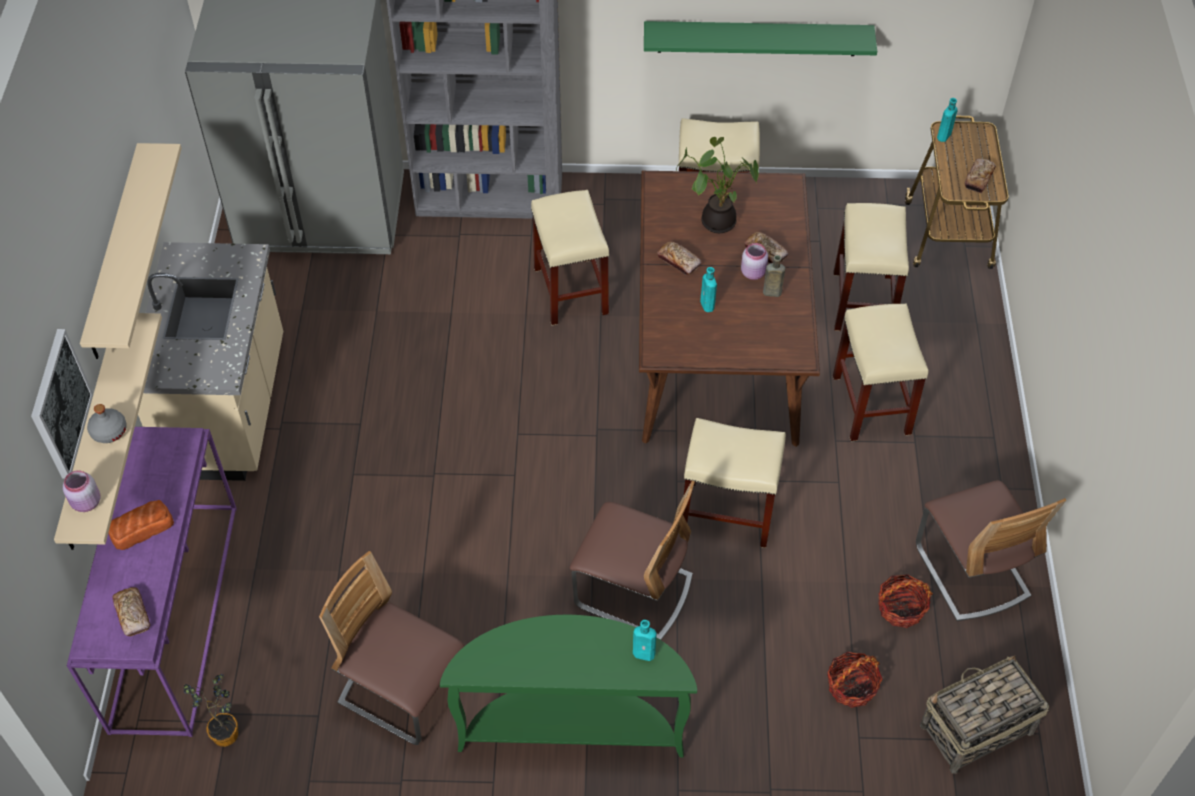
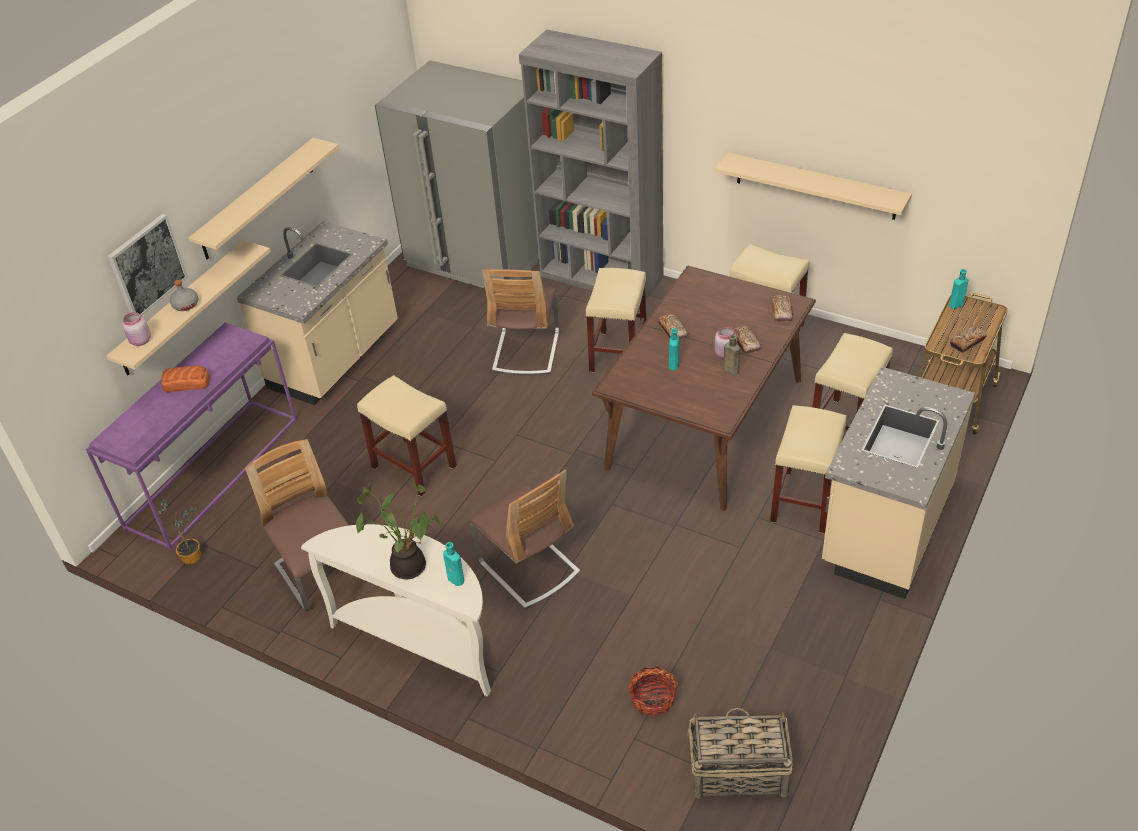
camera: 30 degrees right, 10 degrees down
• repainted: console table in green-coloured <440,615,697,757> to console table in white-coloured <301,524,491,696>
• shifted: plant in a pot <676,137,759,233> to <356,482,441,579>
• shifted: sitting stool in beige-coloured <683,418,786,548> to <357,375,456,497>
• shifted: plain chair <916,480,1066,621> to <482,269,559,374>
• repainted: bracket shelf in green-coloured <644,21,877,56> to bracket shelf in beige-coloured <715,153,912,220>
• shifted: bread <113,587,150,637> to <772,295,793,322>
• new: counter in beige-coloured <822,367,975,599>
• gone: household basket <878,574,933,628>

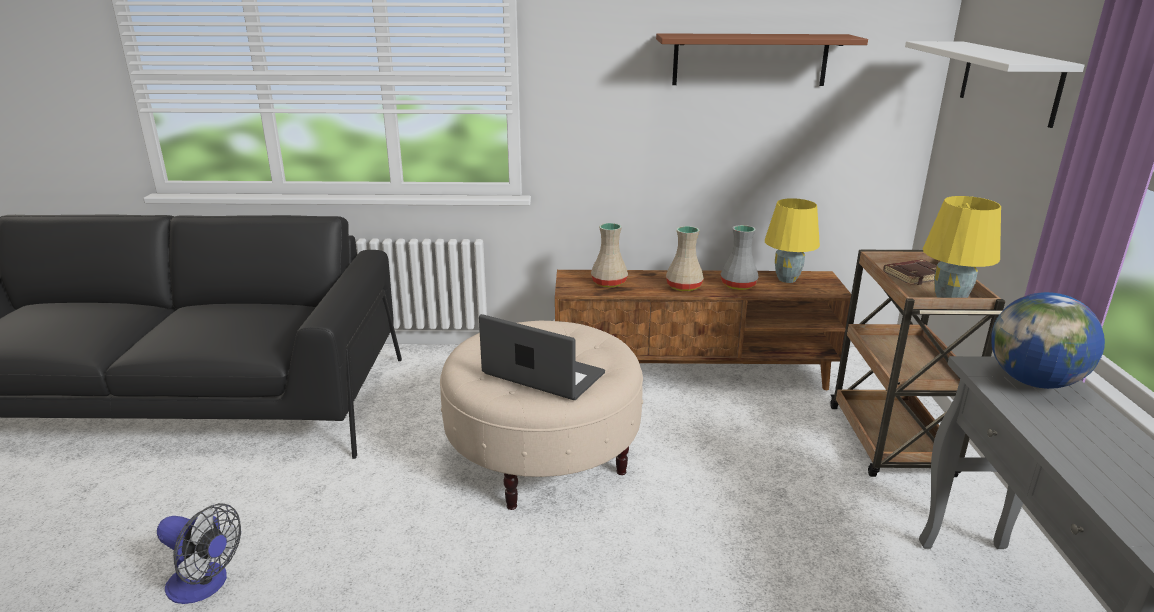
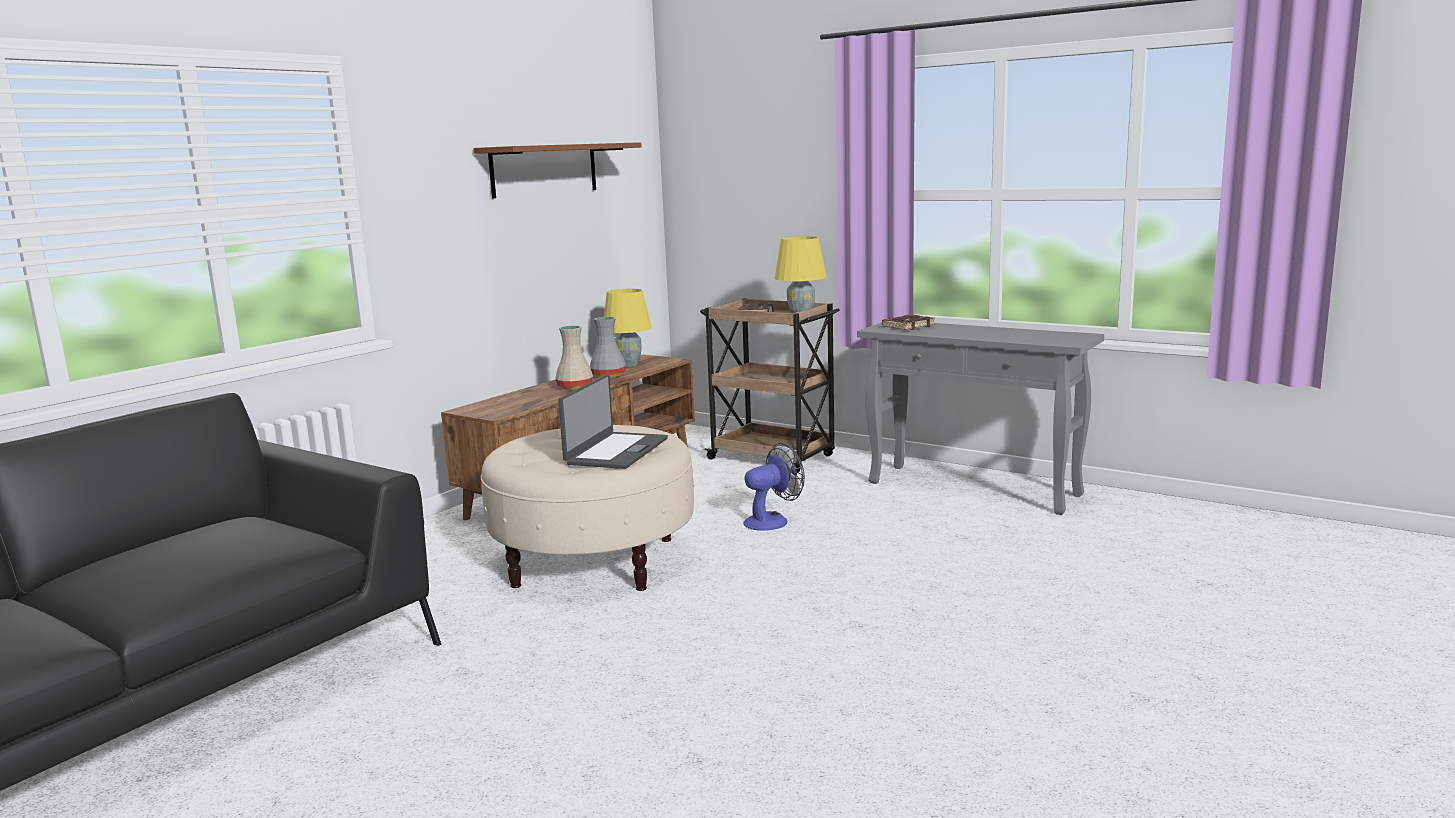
camera: 55 degrees left, 10 degrees down
• rotated: laptop <479,314,605,400> = <558,374,668,469> 135 degrees clockwise
• shifted: electric fan <157,503,241,604> to <743,443,805,531>
• swapped: world globe <992,292,1105,389> to volume in brownish <882,315,935,330>
• gone: flower vase in beige-coloured <591,223,628,288>
• gone: bracket shelf in white-coloured <905,41,1085,128>

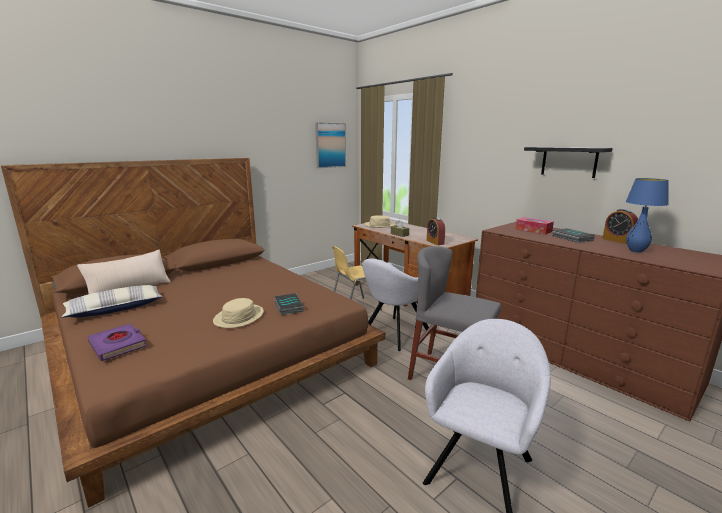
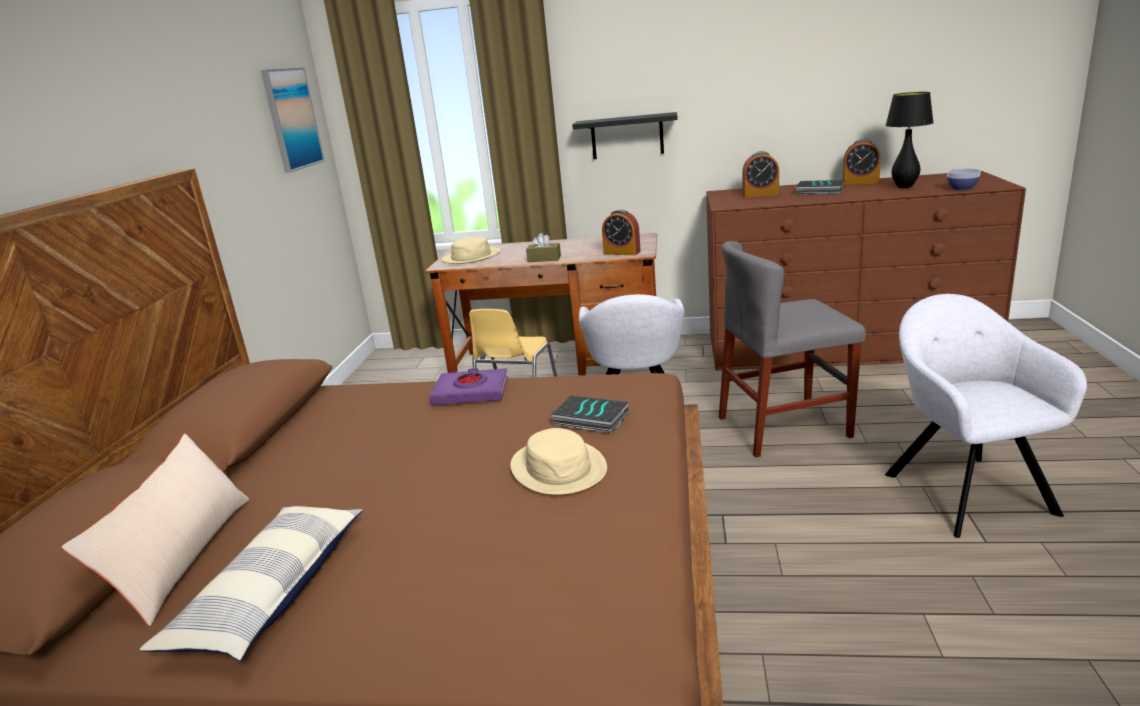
camera: 40 degrees left, 5 degrees up
• shifted: volume in purplish <87,324,147,361> to <429,368,508,405>
• shifted: bracket shelf in black <524,147,613,178> to <572,112,677,159>
• swapped: tissue holder <516,217,554,235> to bedside clock <742,151,779,198>
• repainted: lamp for a table in blue <626,178,669,253> to lamp for a table in black <885,92,934,188>
• new: serving bowl <947,168,981,191>

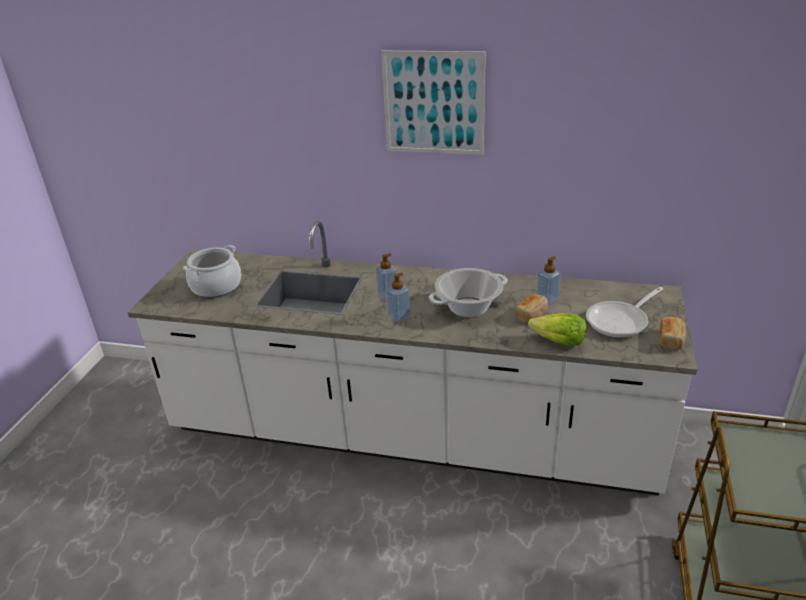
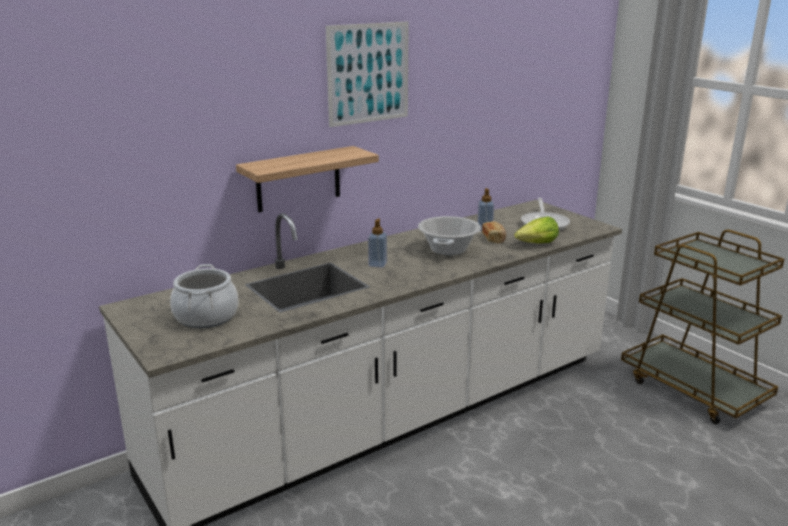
camera: 50 degrees left, 10 degrees down
• new: bracket shelf <236,146,379,212>
• gone: soap bottle <387,272,410,322>
• gone: bread <660,317,686,350>

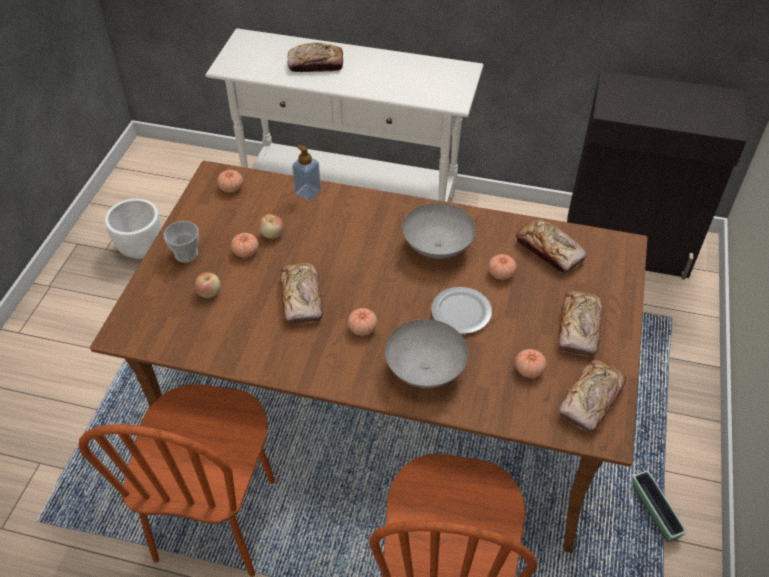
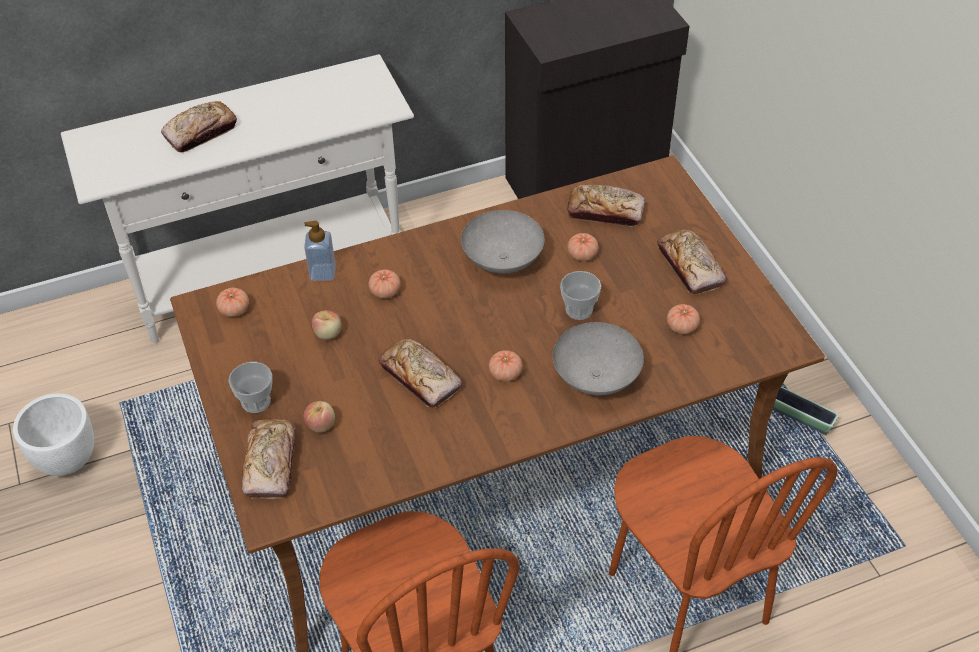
camera: 35 degrees left, 0 degrees up
• shifted: bread <559,359,627,432> to <242,419,296,499>
• shifted: whole tomato <231,233,259,258> to <368,269,401,298>
• swapped: plate <431,287,492,334> to cup <560,271,601,320>

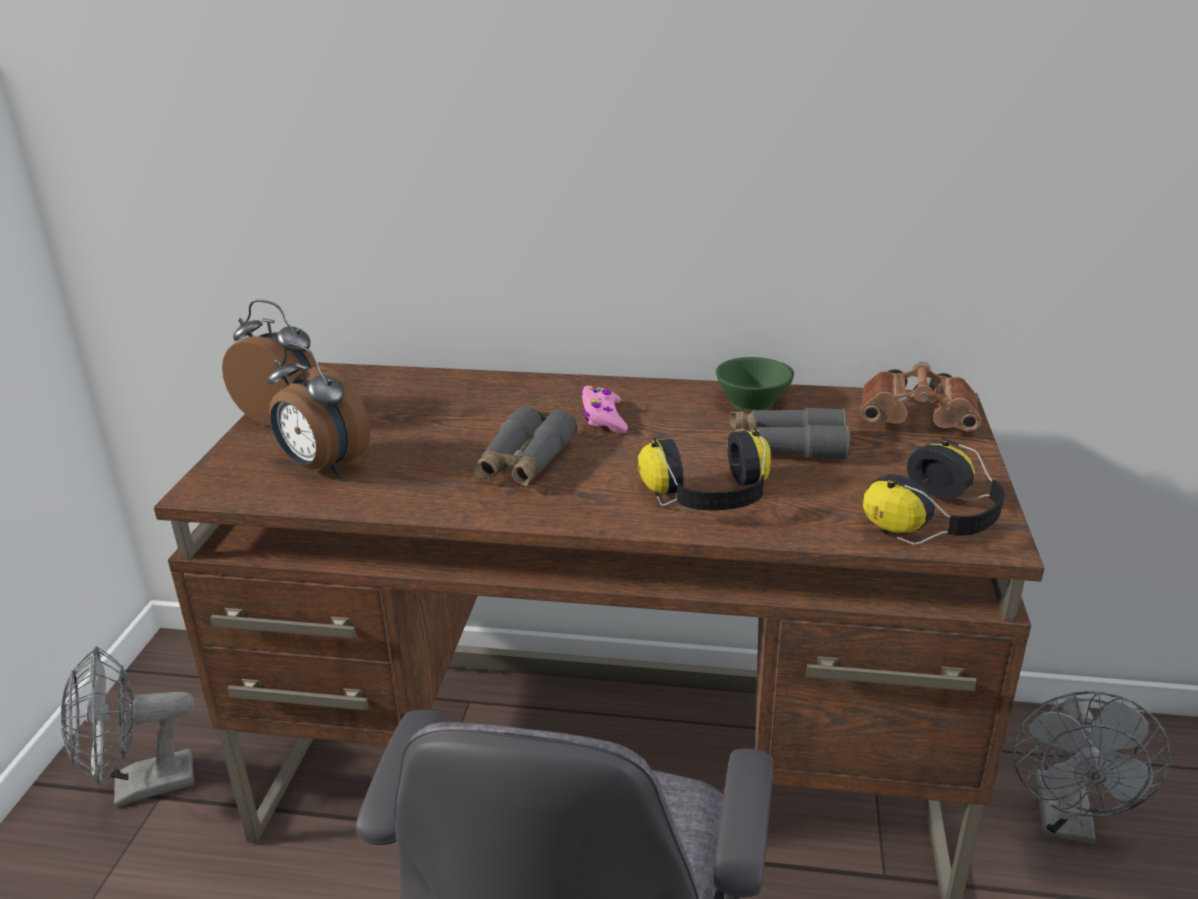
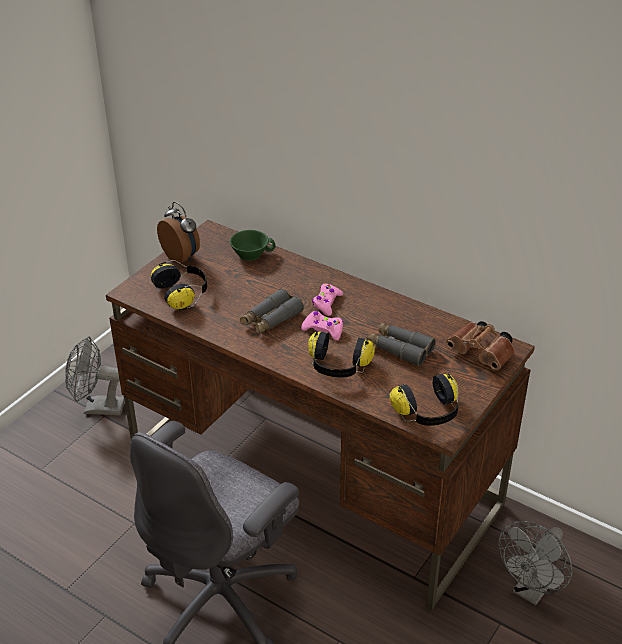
camera: 25 degrees right, 10 degrees up
• swapped: bedside clock <267,343,370,476> to headphones <151,260,207,311>
• shifted: cup in green-coloured <716,357,794,412> to <230,230,275,261>
• new: gamepad in pink <301,311,343,341>

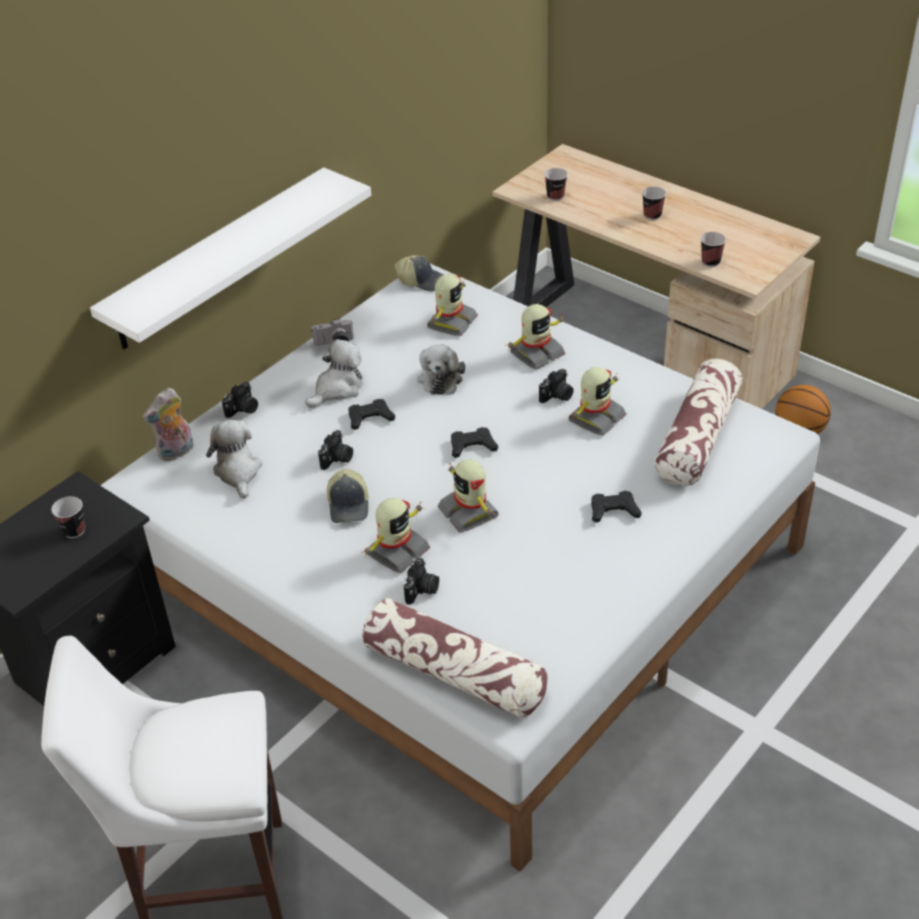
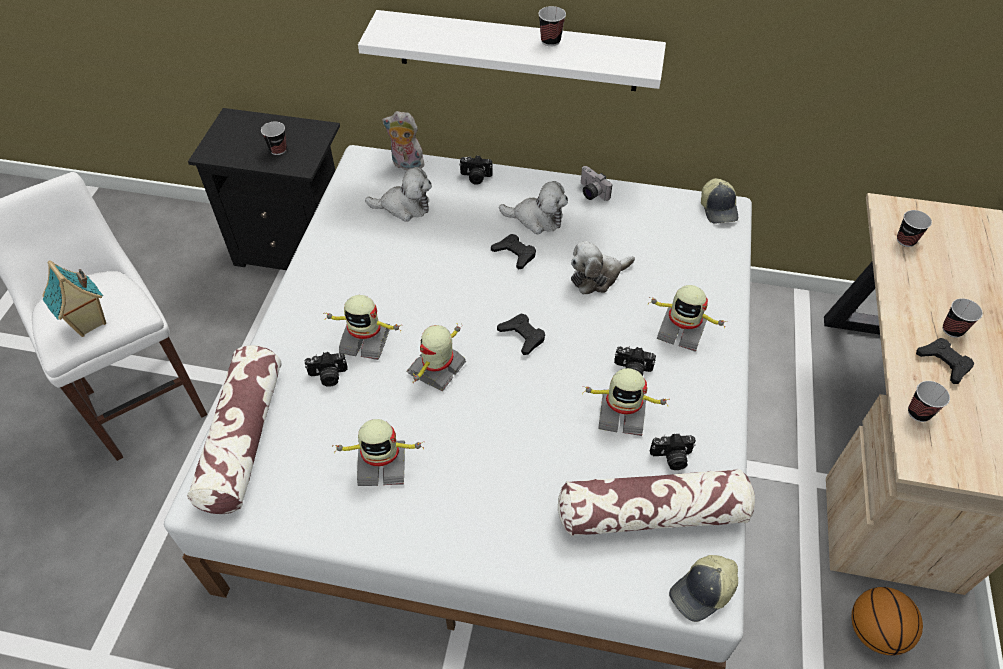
camera: 60 degrees right, 10 degrees up
• new: toy house <42,260,106,337>
• shifted: toy robot <427,274,478,336> to <333,419,424,486>
• rotated: soft toy <206,420,262,499> = <365,167,432,222> 45 degrees clockwise
• new: cup <538,6,566,46>
• shifted: photo camera <318,430,353,470> to <650,433,696,470>
• shifted: cap <327,469,369,523> to <669,555,738,622>
• shifted: gamepad in black <591,491,642,523> to <916,338,974,384>

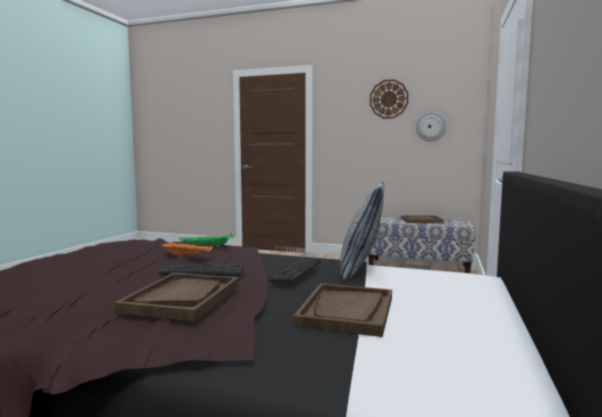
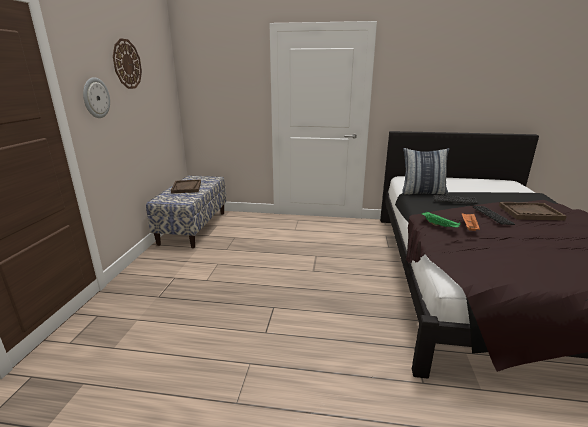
camera: 100 degrees left, 15 degrees up
• shifted: wall clock <416,112,446,141> to <83,77,110,118>
• gone: serving tray in brownish <293,283,392,337>

